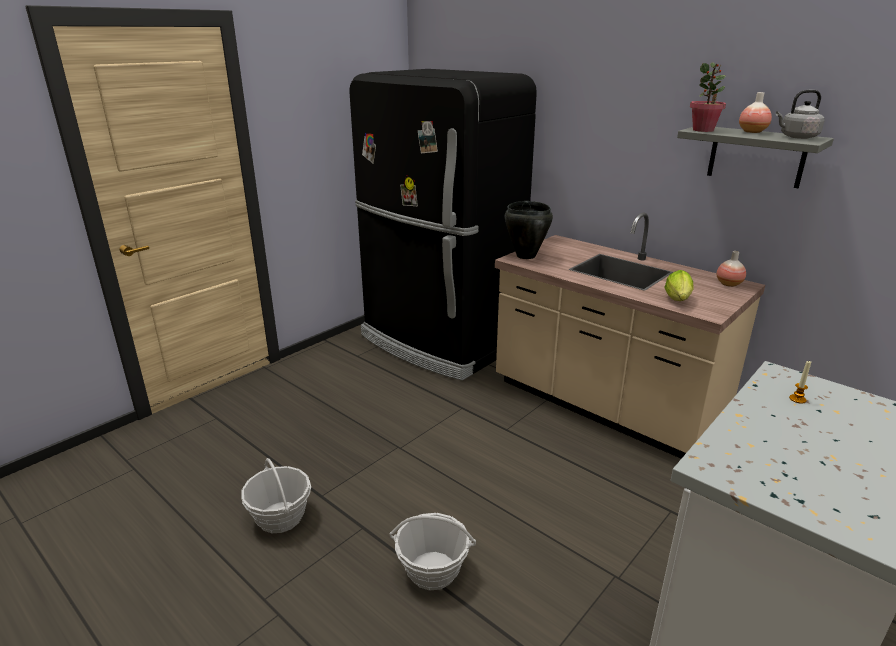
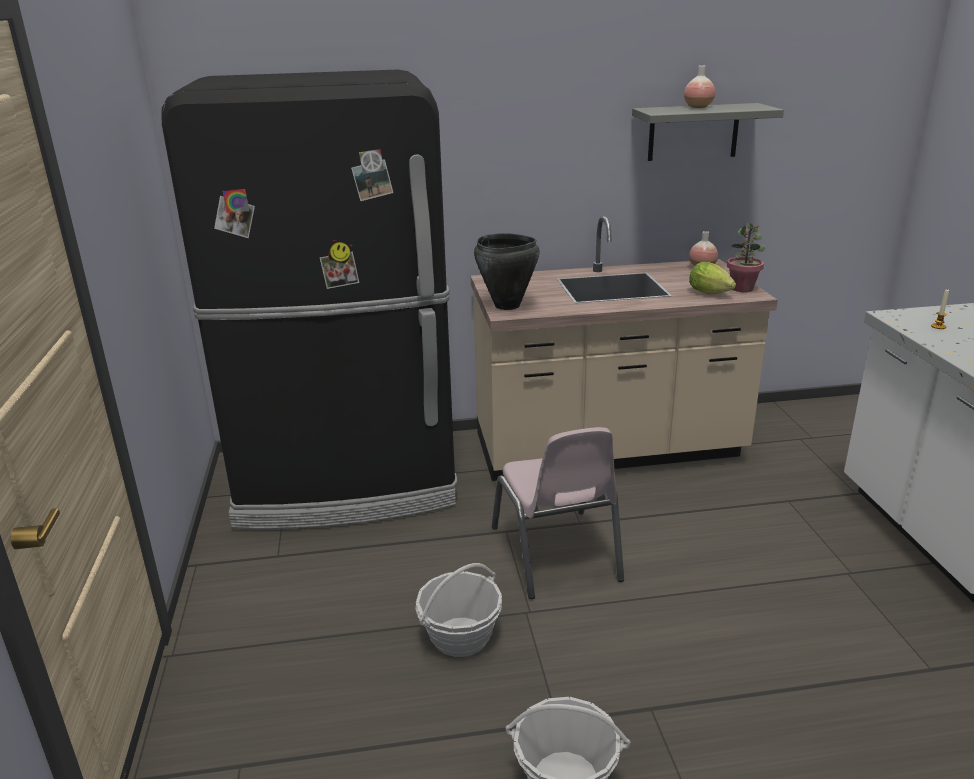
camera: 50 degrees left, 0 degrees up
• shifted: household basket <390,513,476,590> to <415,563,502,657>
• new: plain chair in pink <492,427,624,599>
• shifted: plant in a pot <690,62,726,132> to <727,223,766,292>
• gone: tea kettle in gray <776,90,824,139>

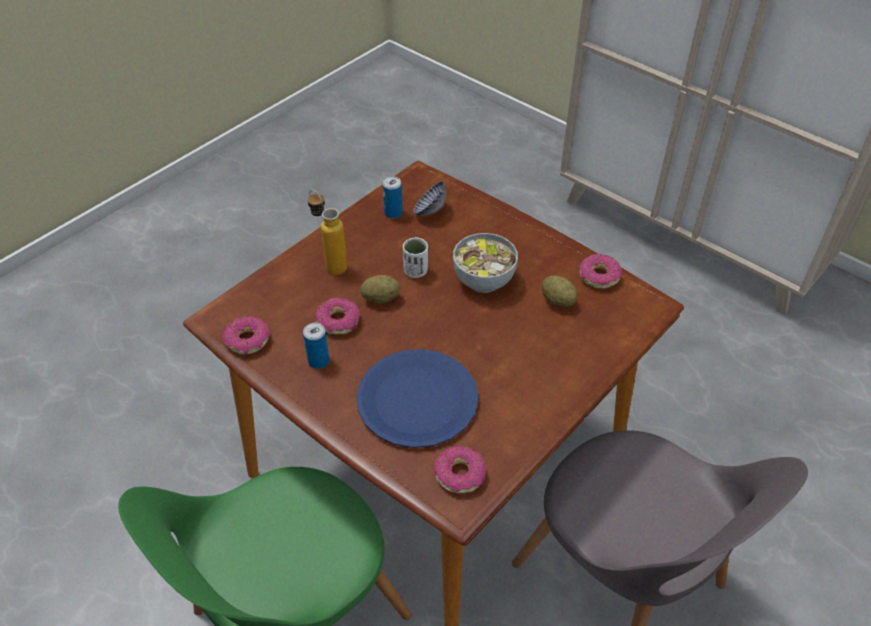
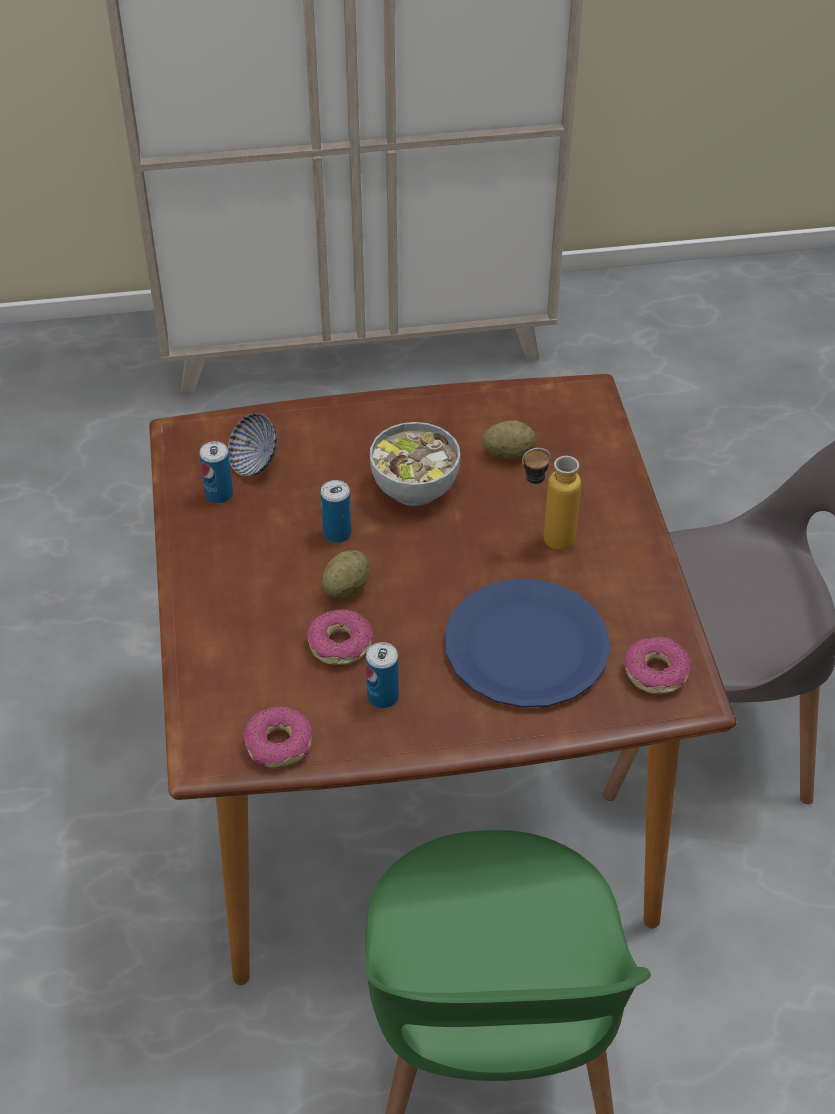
camera: 50 degrees left, 0 degrees up
• swapped: cup in white-coloured <403,237,428,278> to can <321,480,352,543>
• shifted: drink bottle <308,189,348,275> to <522,448,581,551>
• gone: donut <579,254,622,289>

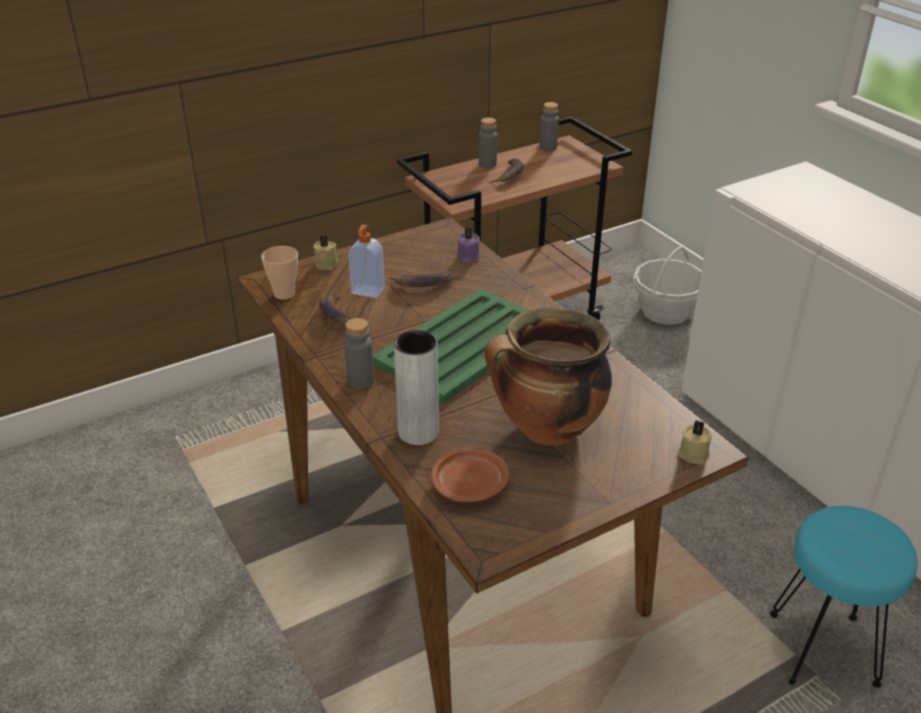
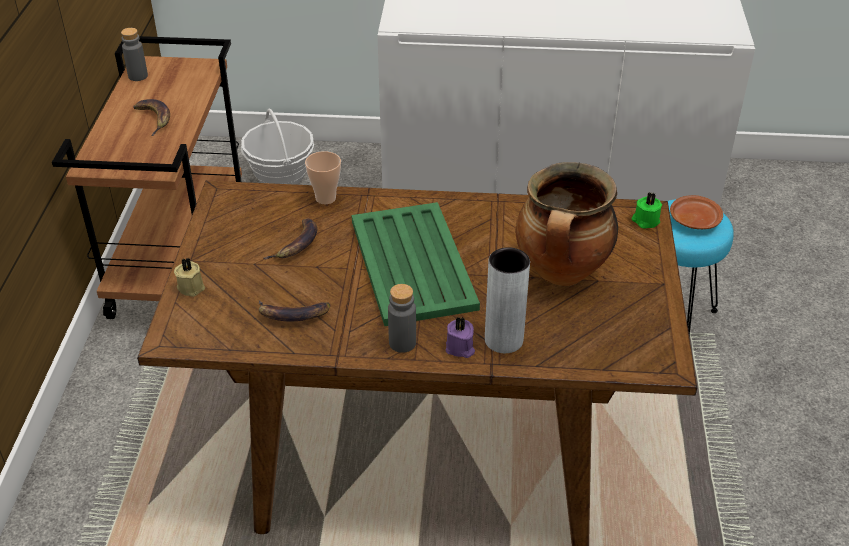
camera: 55 degrees left, 5 degrees up
• shifted: cup <261,246,298,300> to <305,151,341,204>
• shifted: wax light in purplish <457,228,480,264> to <446,316,475,358>
• repainted: wax light in beige-coloured <677,420,712,464> to wax light in green-coloured <632,193,662,228>
• shifted: plate in brownish <431,448,509,502> to <670,195,723,229>
• gone: soap bottle <348,225,385,298>
• gone: drink bottle in gray <479,118,497,168>

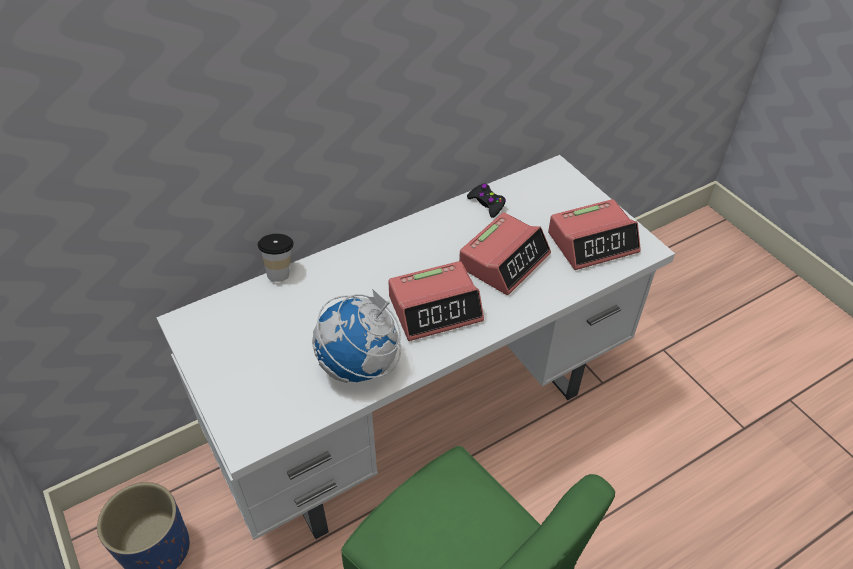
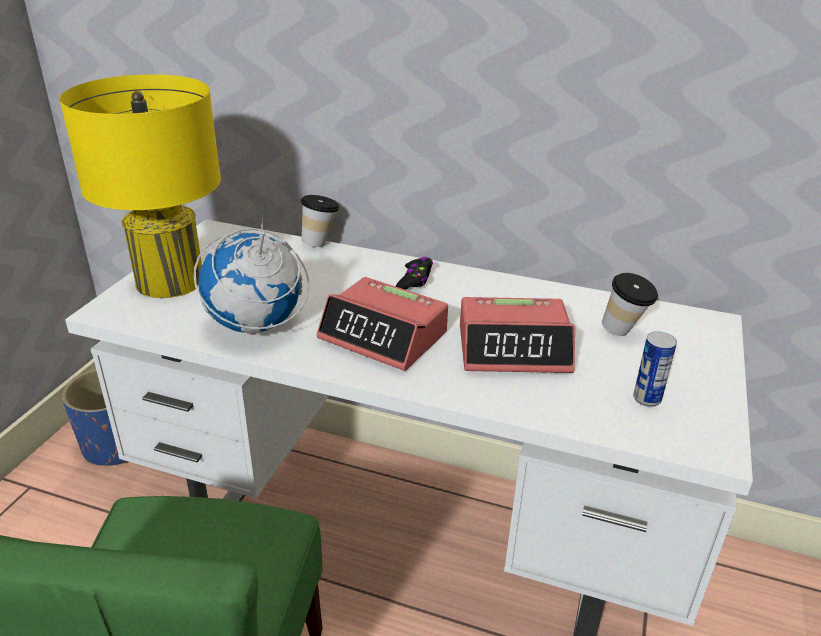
camera: 50 degrees right, 15 degrees down
• new: lamp for a table in yellowish <59,74,221,298>
• shifted: gamepad in black <467,184,506,218> to <396,257,433,290>
• new: cup <602,273,658,336>
• swapped: bedside clock <548,199,641,270> to can <633,331,677,407>

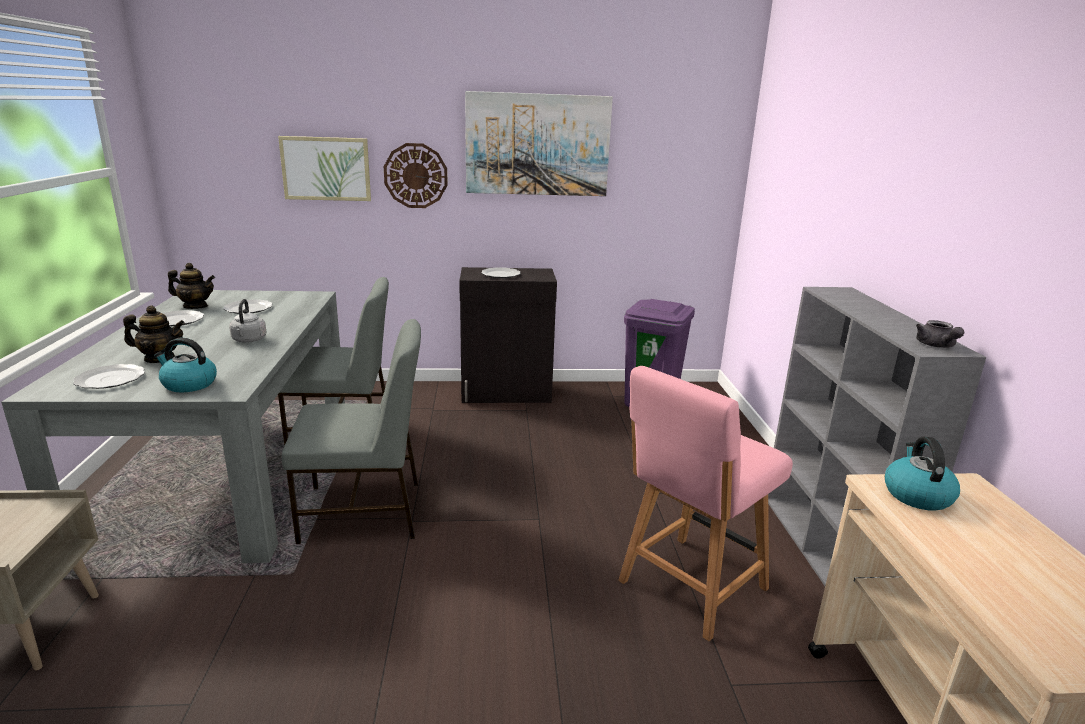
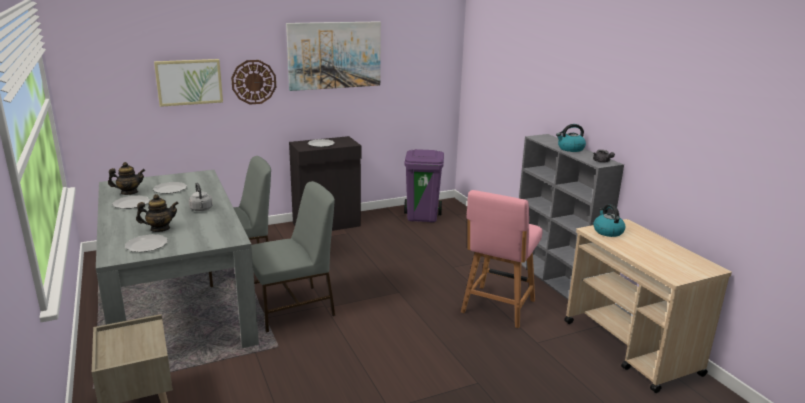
camera: 20 degrees left, 0 degrees up
• shifted: tea kettle <154,338,217,393> to <556,124,586,152>

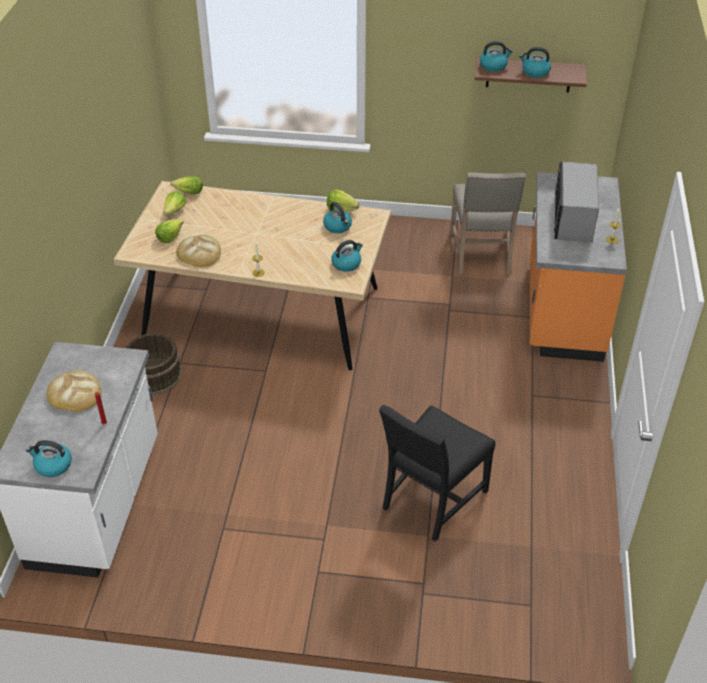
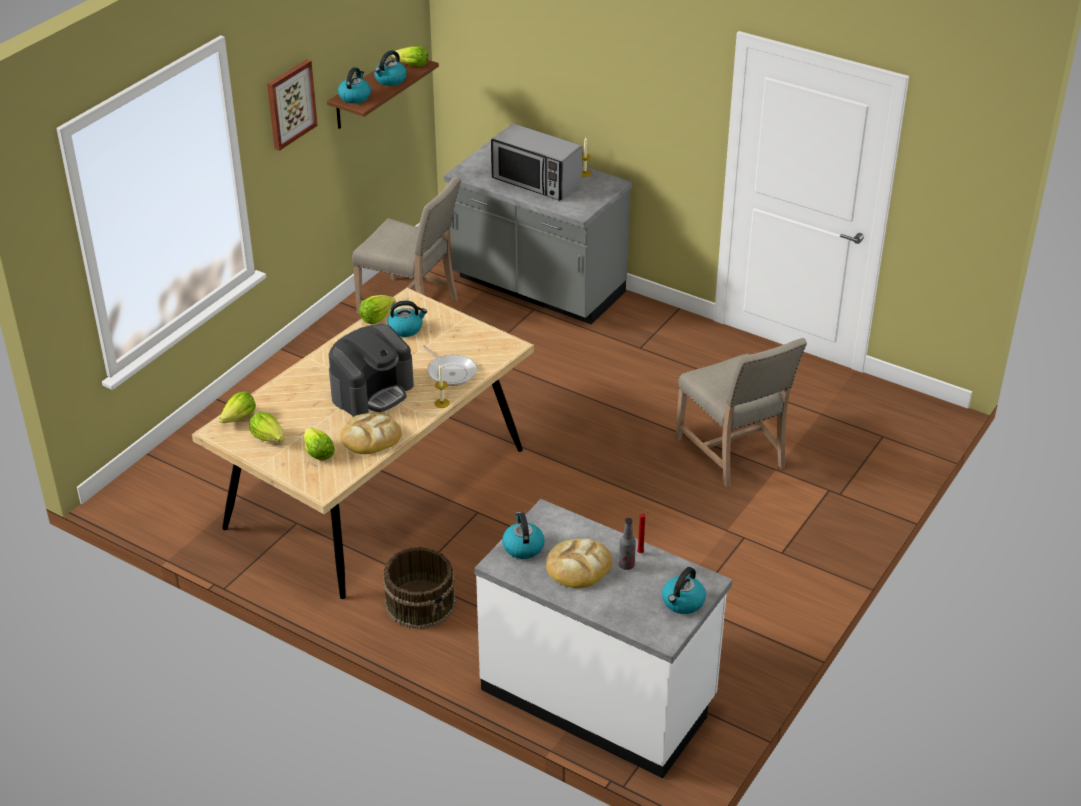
camera: 65 degrees left, 5 degrees down
• new: wall art <267,59,318,151>
• new: coffee brewer <329,324,414,417>
• new: lettuce <391,46,428,67>
• new: skillet <422,345,477,386>
• repainted: counter in orangey <530,172,627,362> to counter in gray <444,140,632,324>
• shifted: tea kettle <331,240,363,272> to <502,512,545,559>
• new: drink bottle <619,518,636,570>
• repainted: plain chair in black <379,405,495,542> to plain chair in beige-coloured <675,338,807,488>

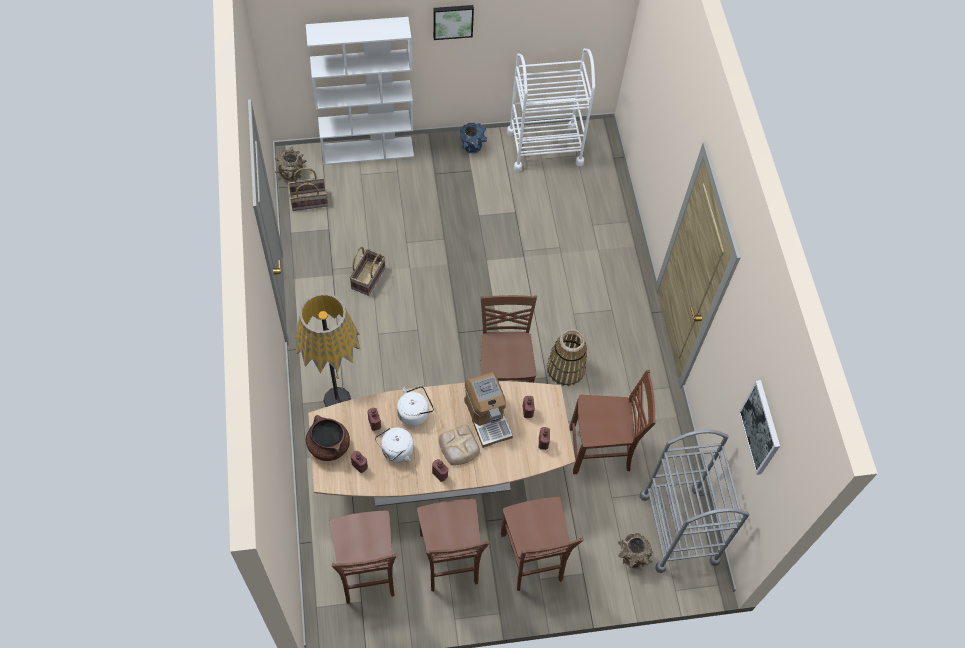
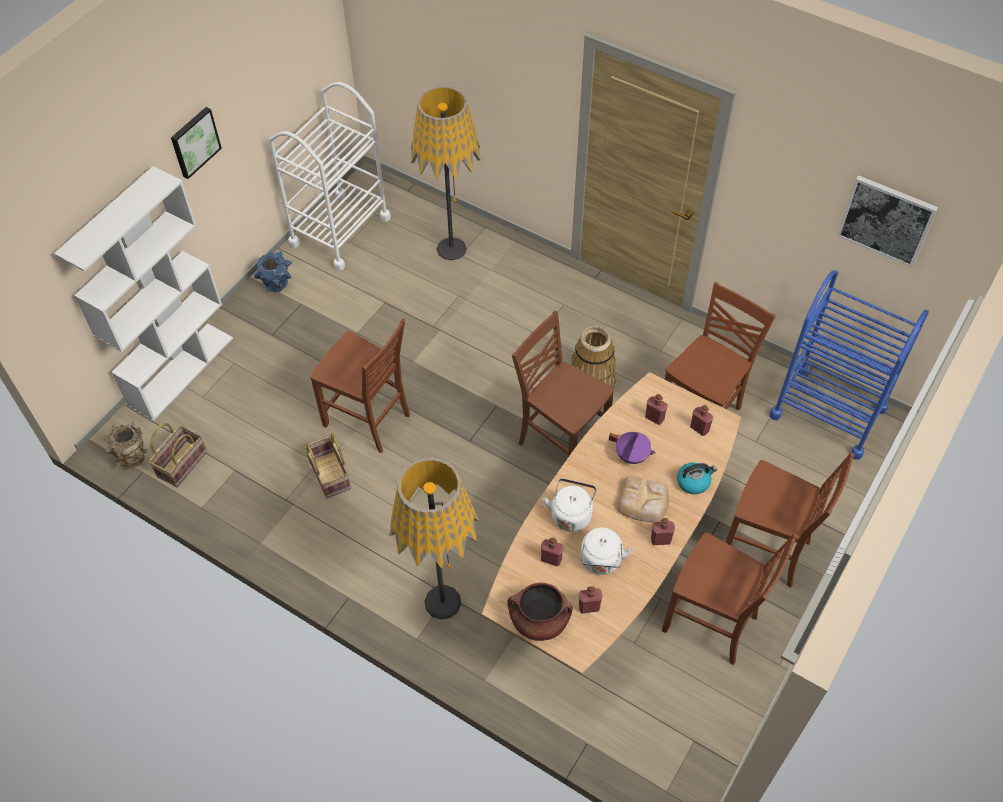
camera: 45 degrees left, 5 degrees down
• shifted: plain chair in brownish <329,510,396,604> to <310,318,410,453>
• new: floor lamp <411,86,481,260>
• swapped: coffee brewer <464,372,513,448> to stockpot in purplish <609,432,656,464>
• new: tea kettle <677,462,717,494>
• repainted: trolley in gray <640,429,749,573> to trolley in blue <769,271,929,460>
• gone: flower vase in brownish <618,533,653,570>

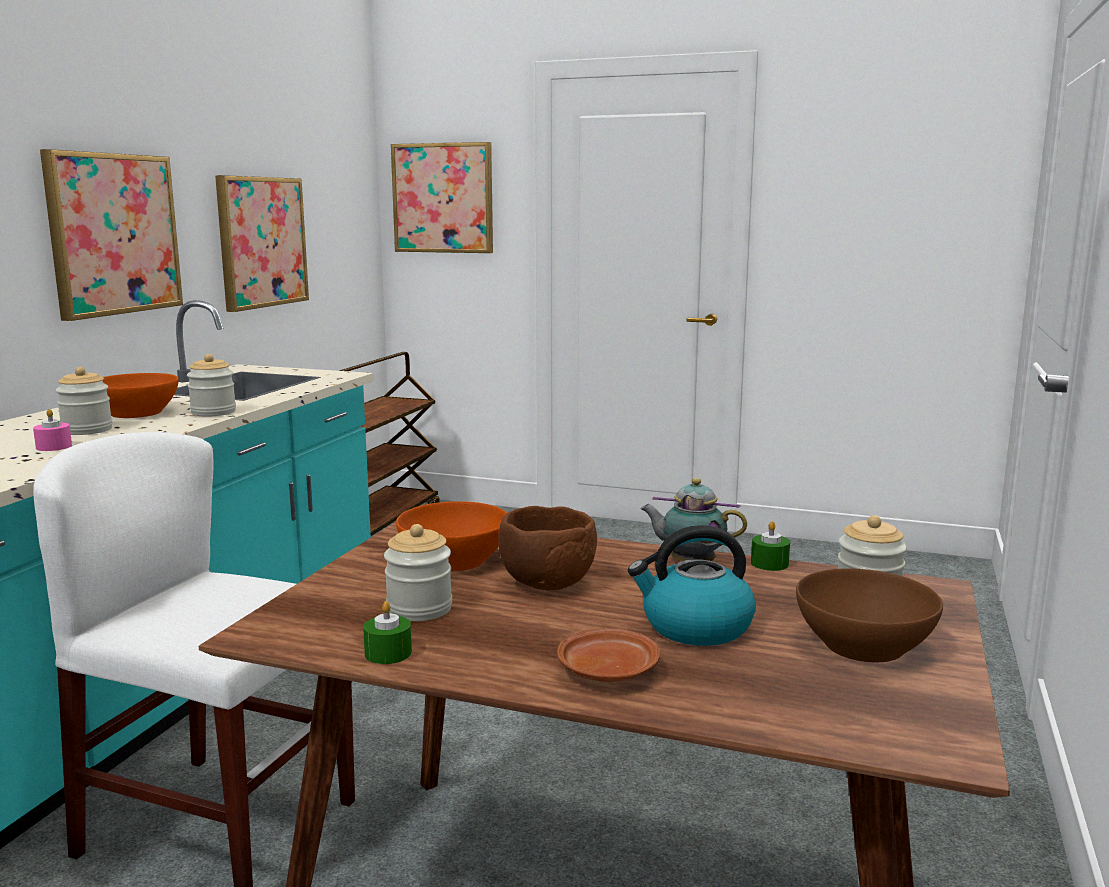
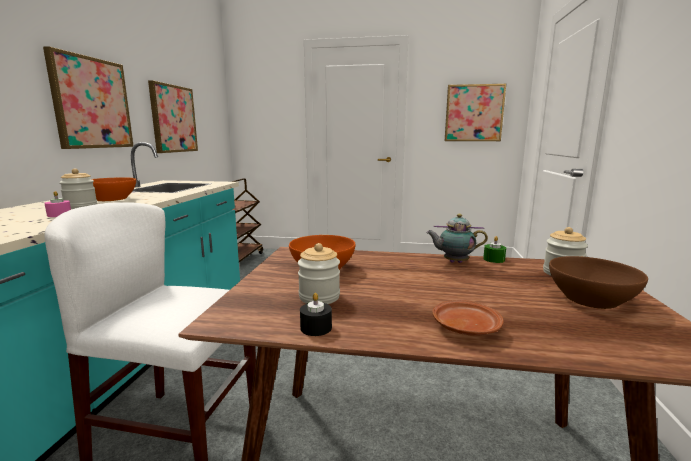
camera: 10 degrees left, 0 degrees up
• repainted: wax light in green-coloured <363,601,412,664> to wax light in black <300,293,332,336>
• shifted: wall art <391,142,493,253> to <445,84,506,141>
• gone: preserve jar <187,354,236,417>
• gone: serving bowl in brownish <498,506,597,590>
• gone: tea kettle <628,525,756,646>

